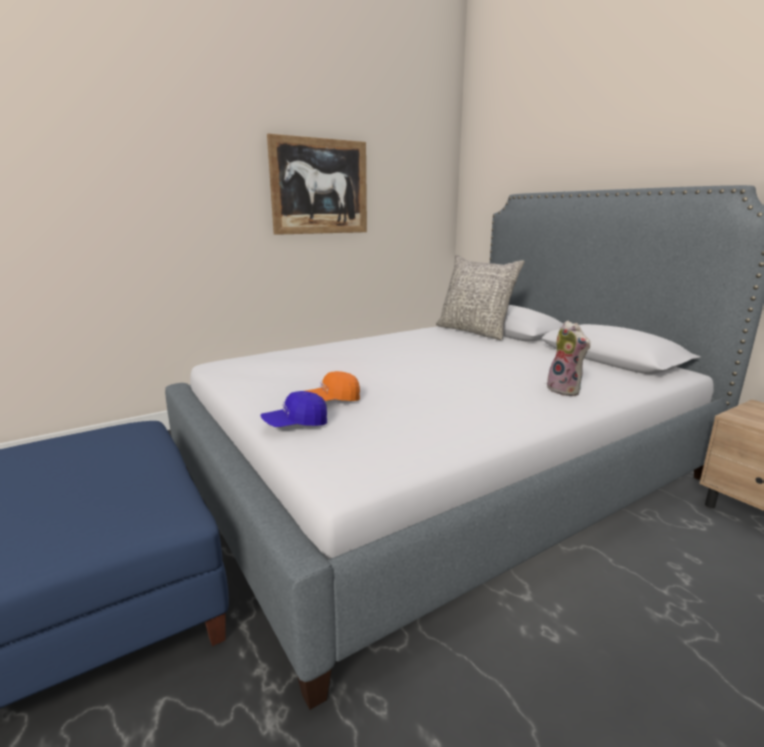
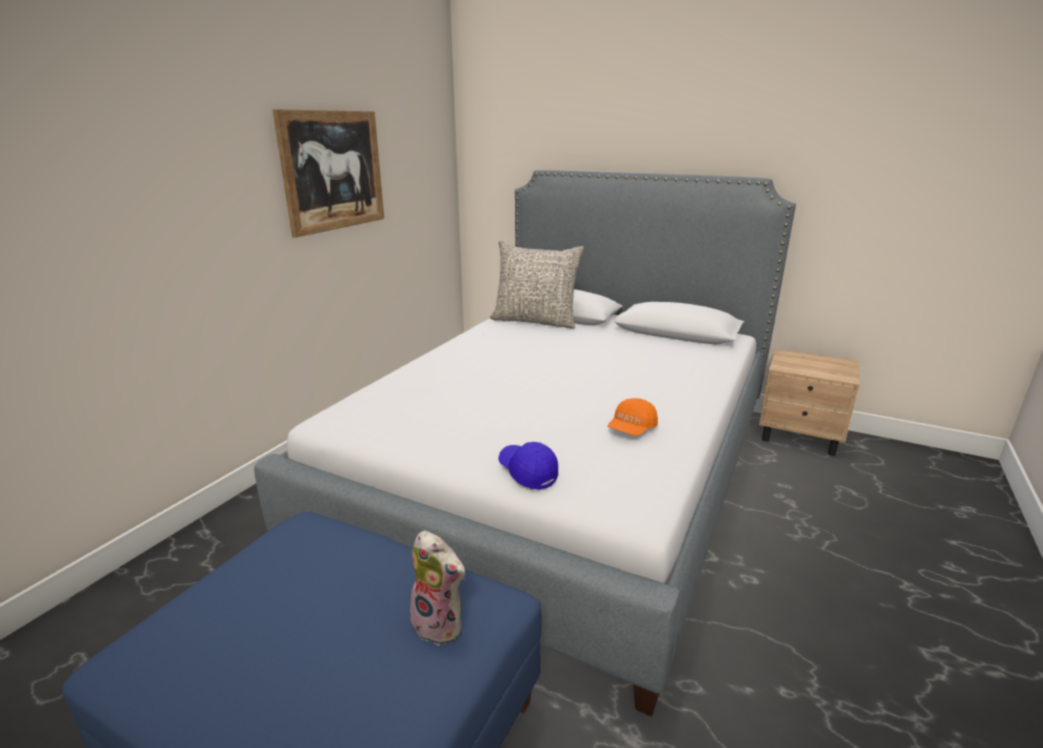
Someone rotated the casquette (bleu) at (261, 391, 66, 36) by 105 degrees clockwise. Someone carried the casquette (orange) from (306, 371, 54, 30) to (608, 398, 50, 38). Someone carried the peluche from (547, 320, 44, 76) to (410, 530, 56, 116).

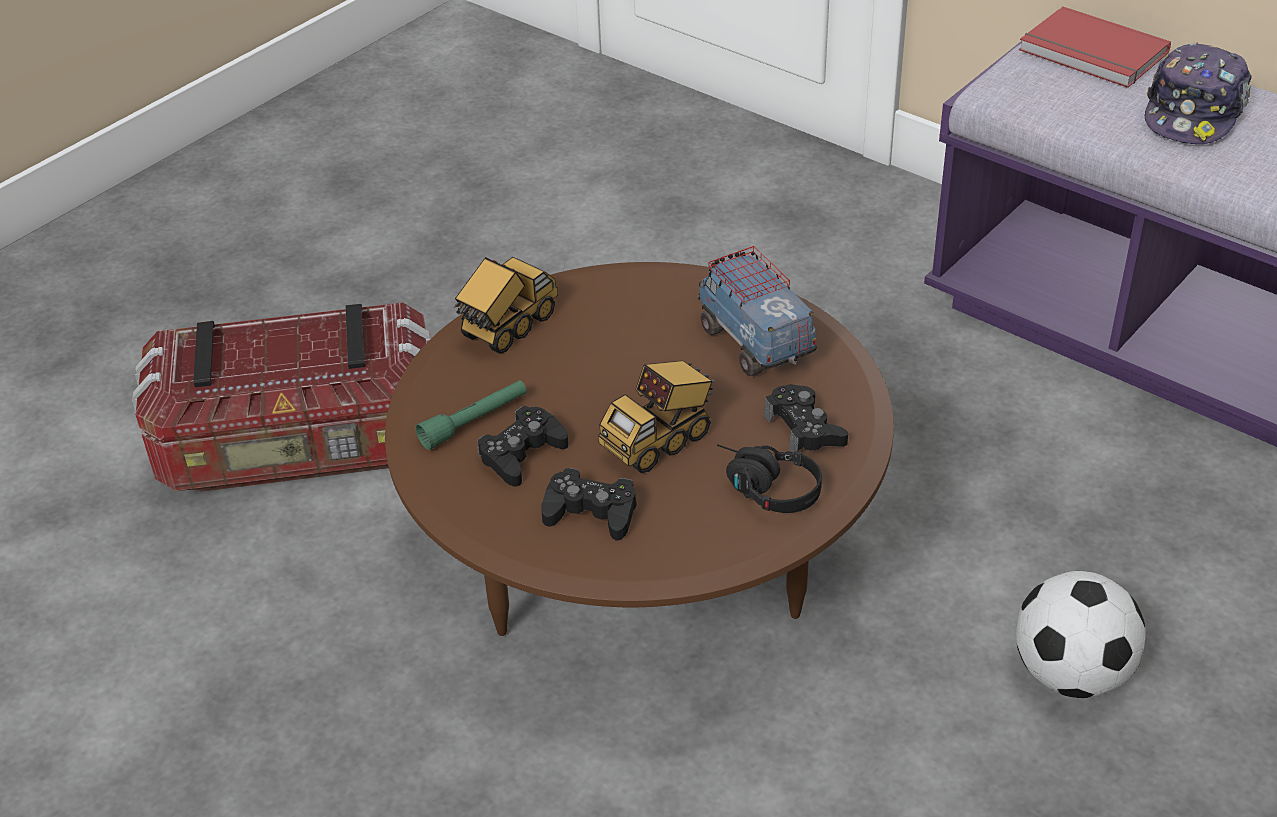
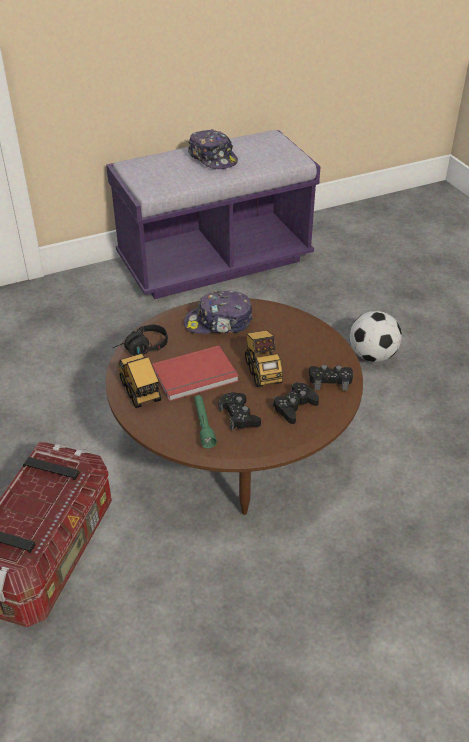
Someone swapped the camion jouet at (697, 246, 120, 130) for the casquette at (184, 291, 69, 43). Someone carried the casque audio (noir) from (717, 444, 105, 69) to (113, 325, 55, 30). Someone carried the manette (noir) from (764, 384, 84, 68) to (309, 365, 44, 26). Someone carried the livre (rouge) from (1019, 6, 152, 82) to (152, 346, 87, 56).

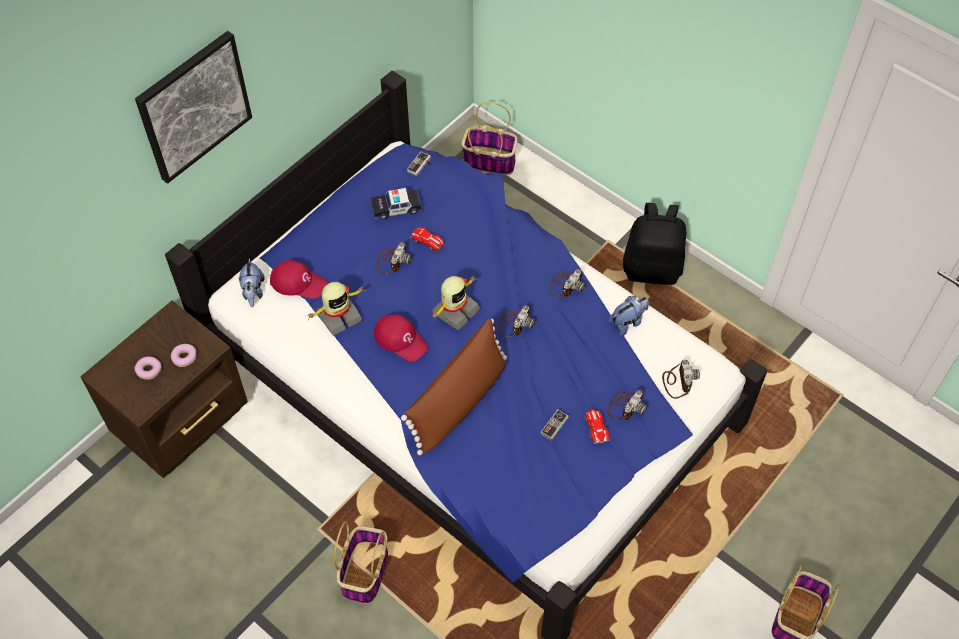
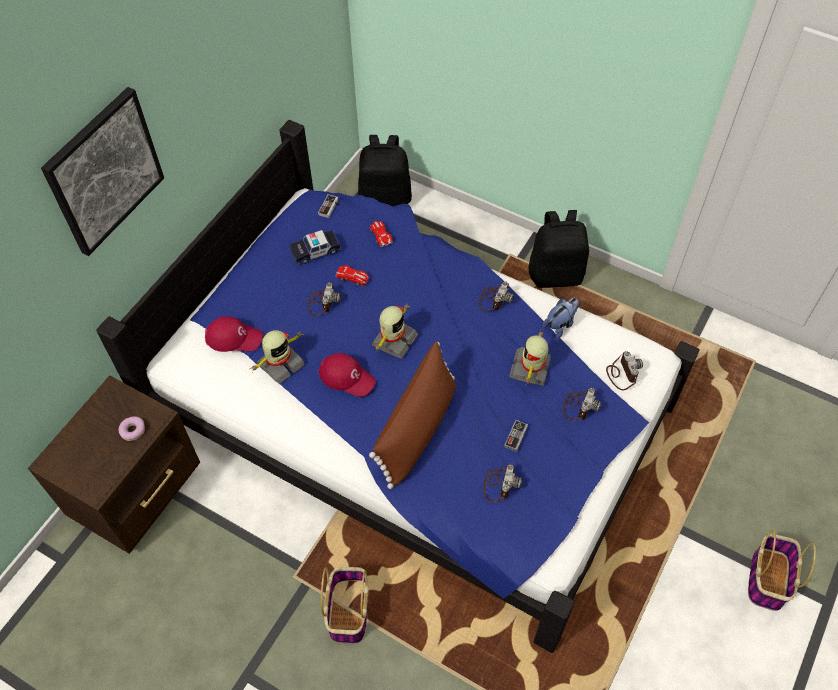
Someone took away the beignet at (135, 356, 26, 24). Someone took away the peluche at (239, 258, 26, 49). Someone swapped the panier at (462, 102, 55, 73) for the sac à dos (noir) at (358, 135, 54, 71). Someone carried the appareil photo from (498, 305, 37, 32) to (483, 464, 39, 38). Someone carried the petite voiture from (585, 408, 25, 36) to (370, 220, 23, 27). Someone put down the robot jouet at (509, 329, 42, 57).

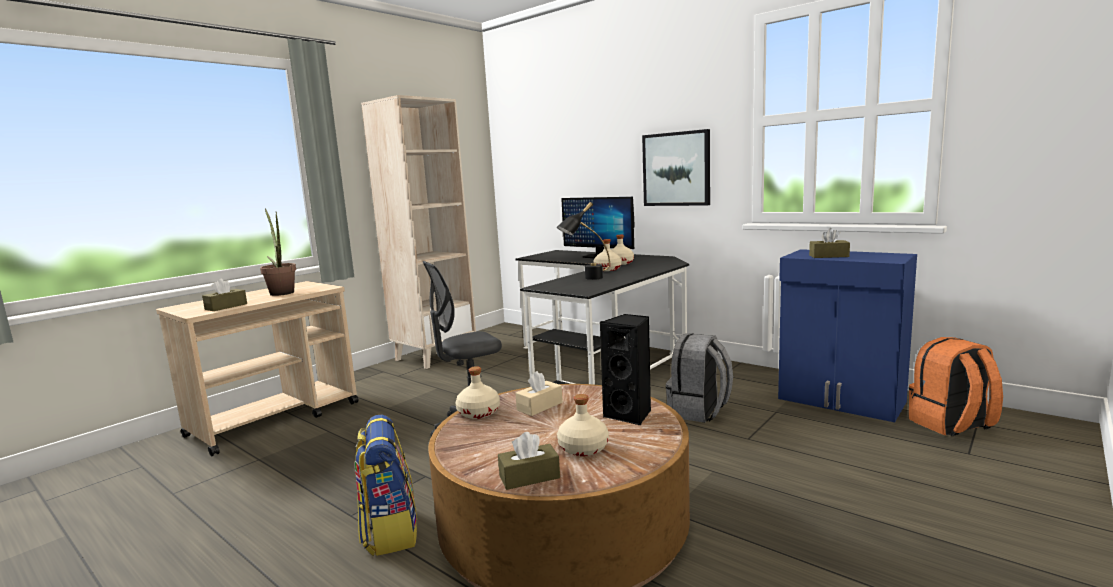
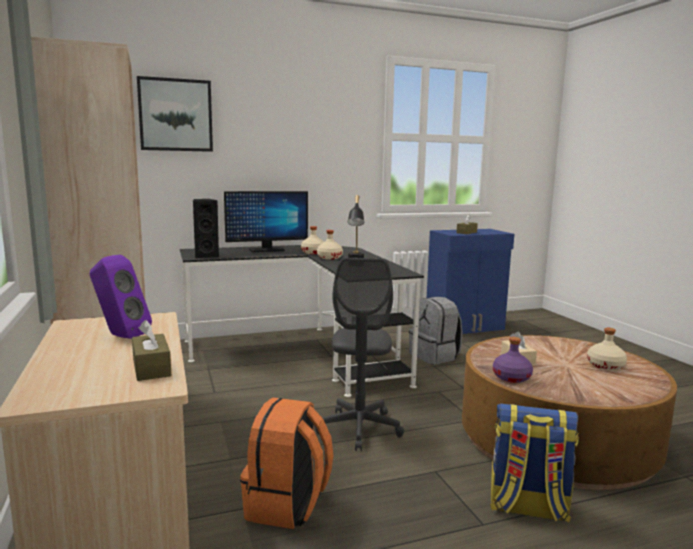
Someone swapped the plante en pot at (260, 209, 36, 87) for the enceinte (violet) at (90, 255, 62, 84). Someone repainted the bouteille (beige) at (456, 366, 44, 53), which became the bouteille (violet) at (493, 337, 40, 46). Someone took away the boîte à mouchoirs (marron) at (498, 432, 62, 58). Someone carried the enceinte (noir) from (600, 314, 51, 111) to (193, 199, 26, 59). Someone carried the tableau from (642, 129, 68, 77) to (137, 76, 76, 76). Someone carried the sac à dos (orange) from (909, 337, 94, 99) to (240, 397, 93, 132).

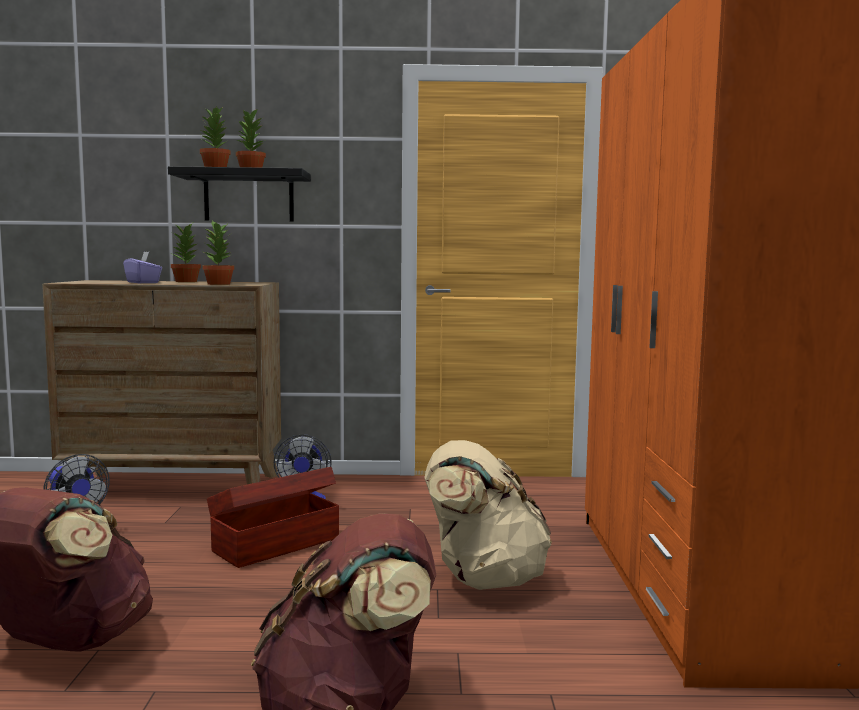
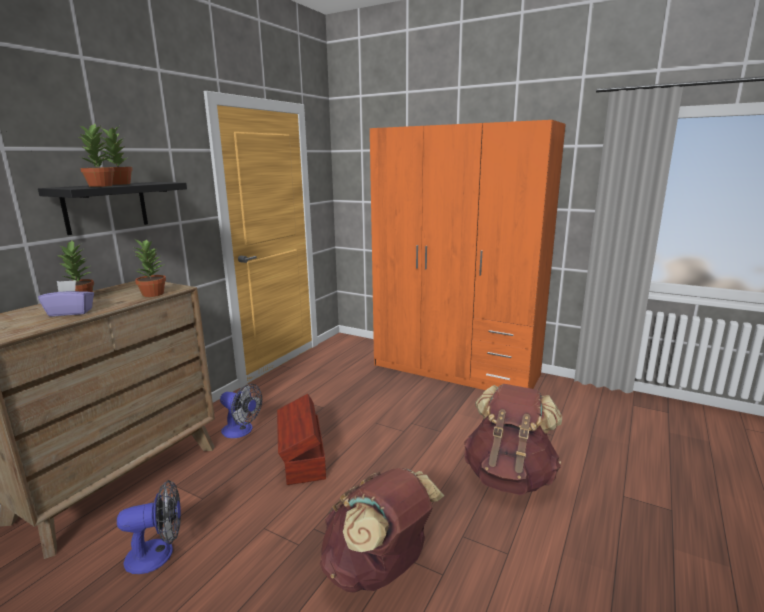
Someone took away the sac à dos (beige) at (425, 440, 127, 150).

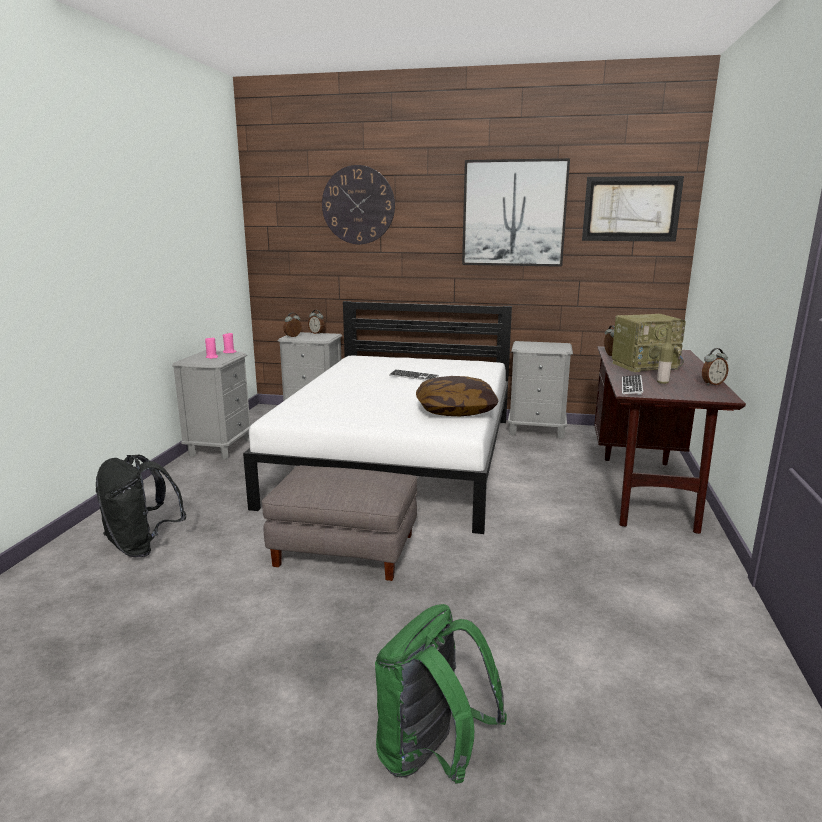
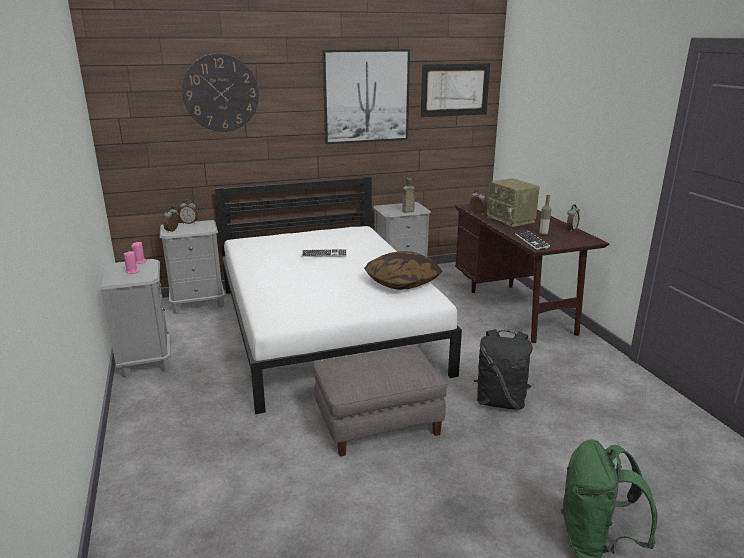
Someone carried the sac à dos (noir) from (96, 454, 90, 103) to (474, 329, 59, 81). Someone rotated the radio at (612, 314, 74, 58) by 105 degrees clockwise. Someone put down the bouteille (marron) at (402, 178, 13, 35).

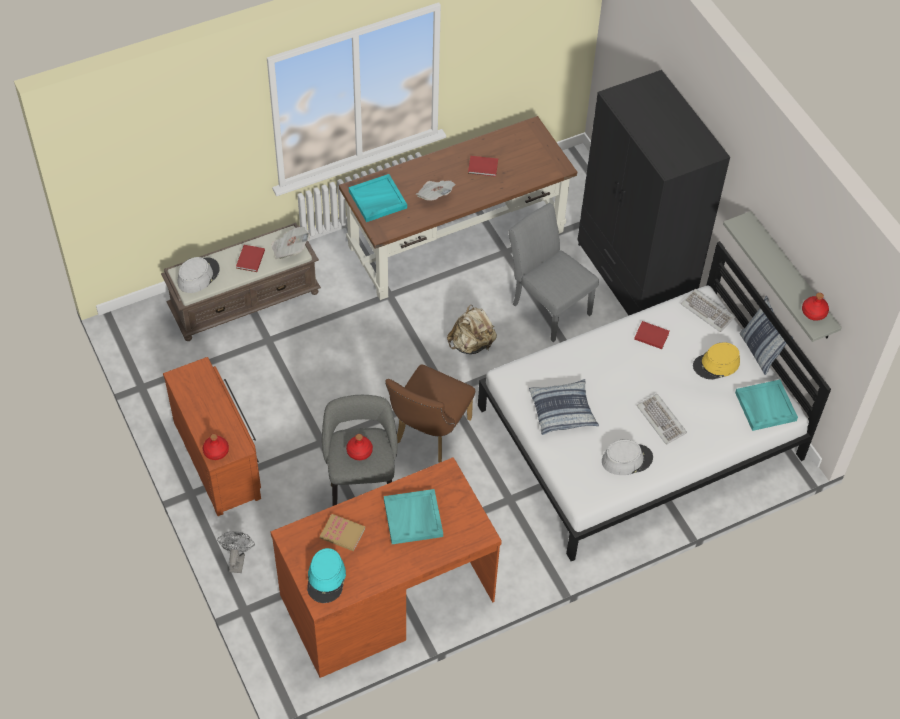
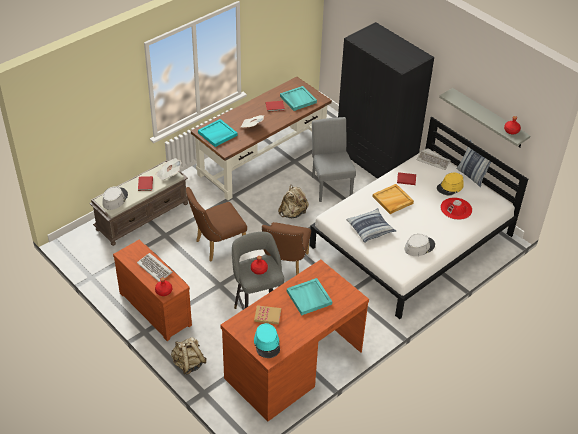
Someone swapped the ventilateur (gris) at (217, 531, 38, 42) for the sac à dos (beige) at (171, 337, 36, 37). Someone rotated the chaise (gris) at (508, 203, 91, 139) by 45 degrees clockwise. Someone carried the clavier from (637, 394, 50, 50) to (137, 253, 35, 29). Someone carried the plateau (turquoise) from (735, 380, 63, 51) to (280, 86, 37, 25). Someone put down the chaise (marron) at (186, 187, 61, 74). Someone put down the plateau (beige) at (373, 184, 41, 30). Someone put down the chapeau (rouge) at (441, 198, 31, 22).

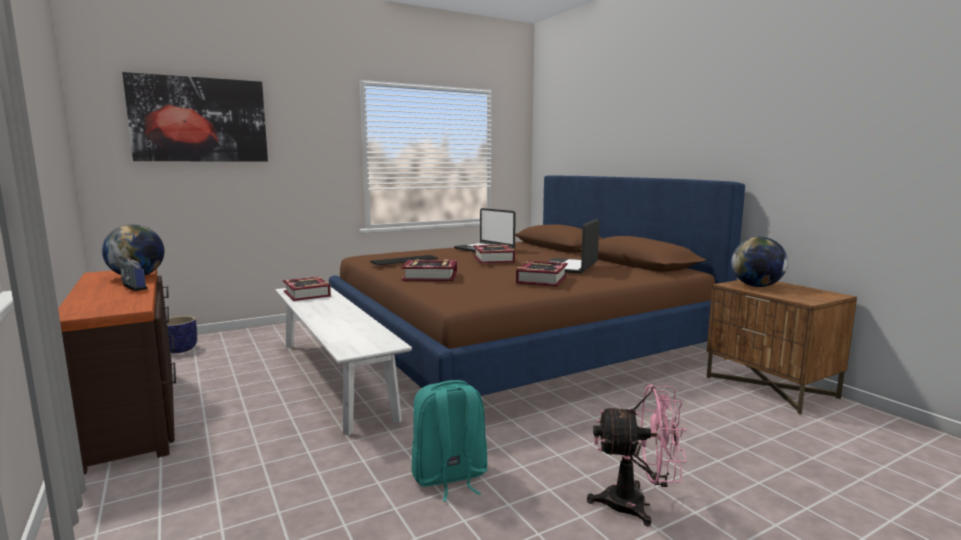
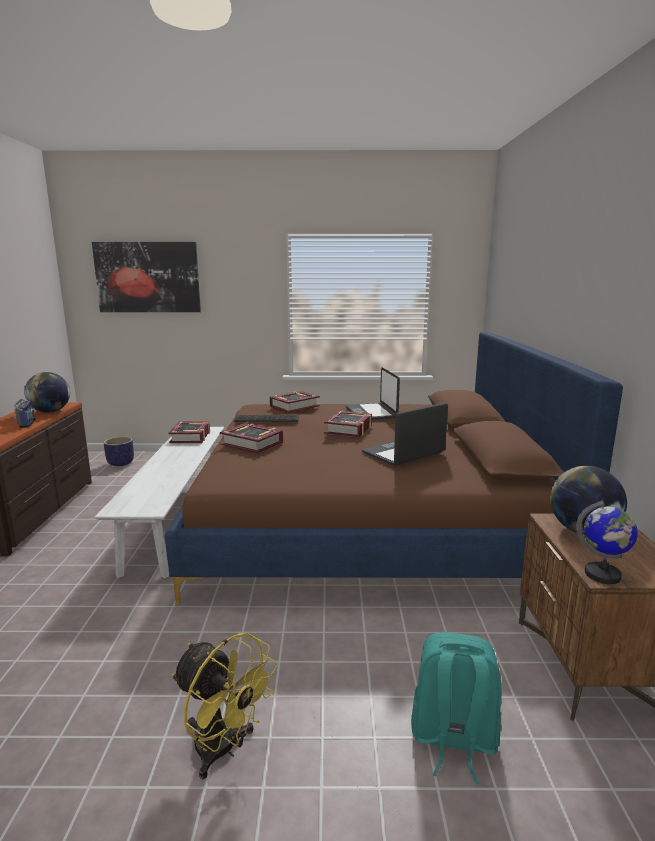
Someone carried the sac à dos (turquoise) from (411, 380, 77, 122) to (411, 632, 90, 152). Someone carried the livre from (516, 261, 52, 26) to (270, 391, 50, 22). Someone repainted the ventilateur (rose) at (587, 384, 100, 142), which became the ventilateur (jaune) at (172, 633, 106, 146). Someone put down the globe at (576, 501, 62, 83).

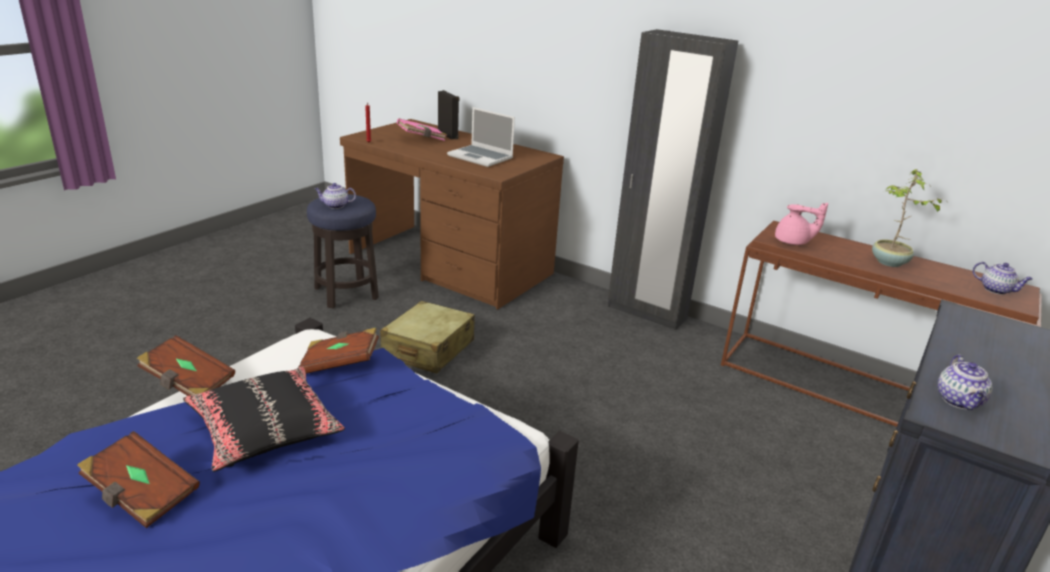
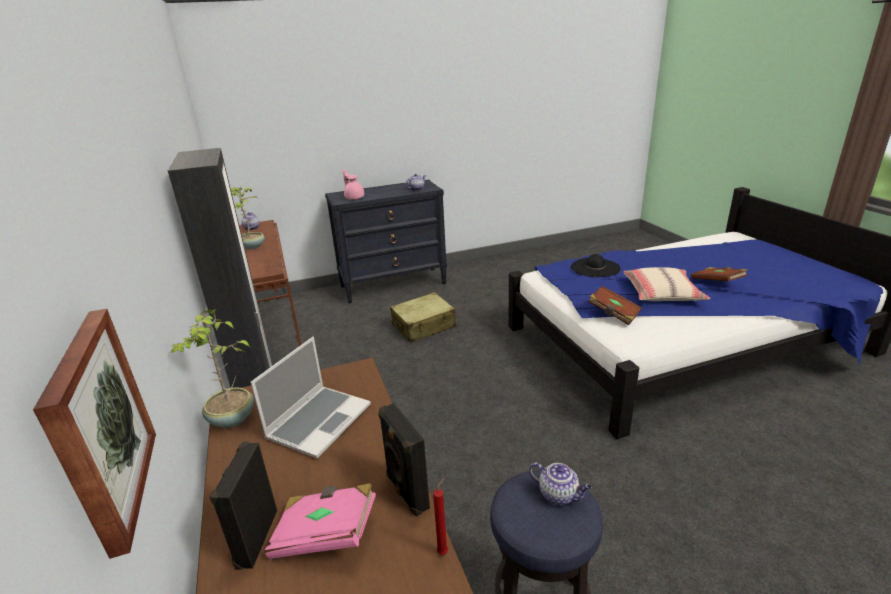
Someone took away the livre (marron) at (137, 335, 98, 61). Someone repainted the coussin (noir) at (183, 367, 162, 105), which became the coussin (beige) at (623, 267, 87, 34). Someone carried the valise (beige) from (380, 301, 95, 72) to (390, 292, 66, 51). Someone rotated the ordinateur portable at (447, 107, 68, 60) by 45 degrees clockwise. Someone carried the théière (rose) from (775, 203, 53, 42) to (343, 169, 21, 31). Someone put up the tableau at (33, 309, 123, 250). Someone put down the plante en pot at (171, 308, 83, 120). Someone put down the enceinte (noir) at (378, 403, 52, 113). Someone put down the chapeau (noir) at (571, 254, 50, 23).

